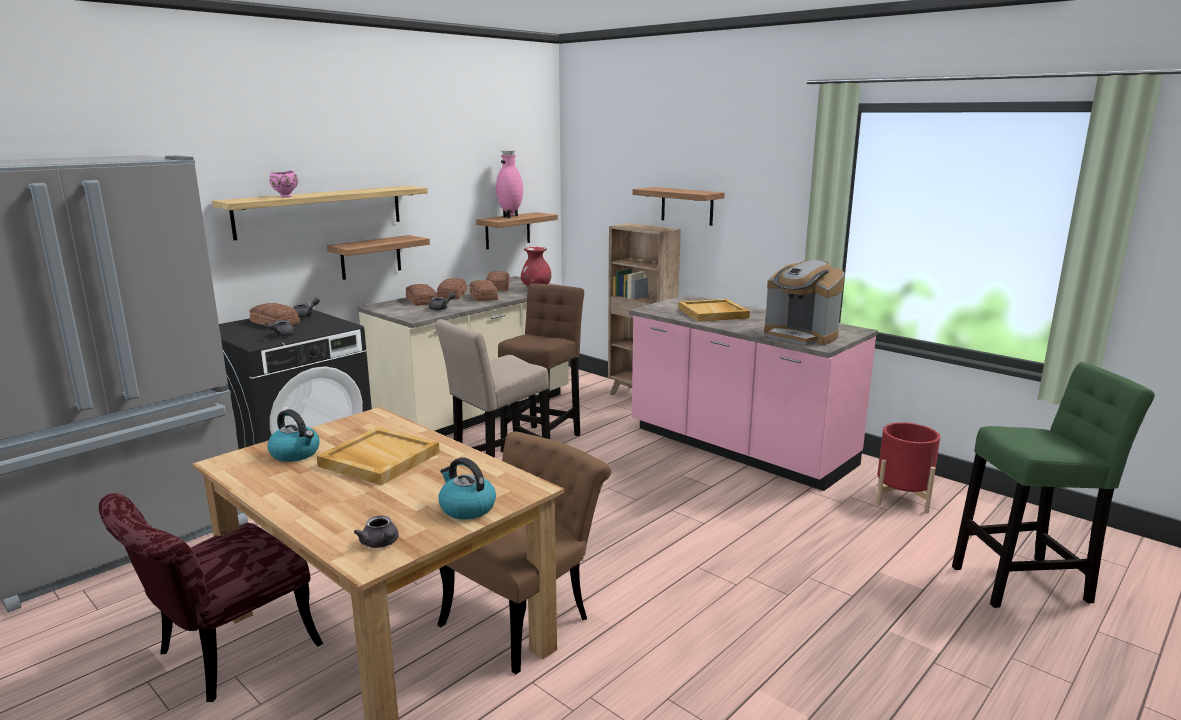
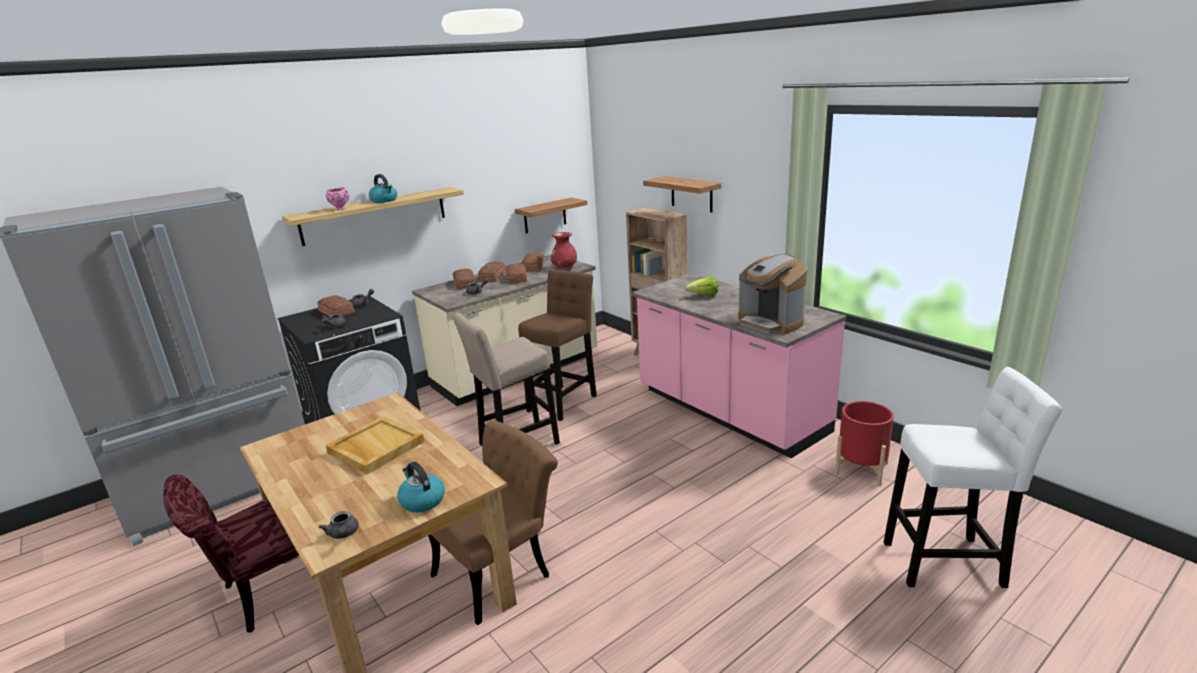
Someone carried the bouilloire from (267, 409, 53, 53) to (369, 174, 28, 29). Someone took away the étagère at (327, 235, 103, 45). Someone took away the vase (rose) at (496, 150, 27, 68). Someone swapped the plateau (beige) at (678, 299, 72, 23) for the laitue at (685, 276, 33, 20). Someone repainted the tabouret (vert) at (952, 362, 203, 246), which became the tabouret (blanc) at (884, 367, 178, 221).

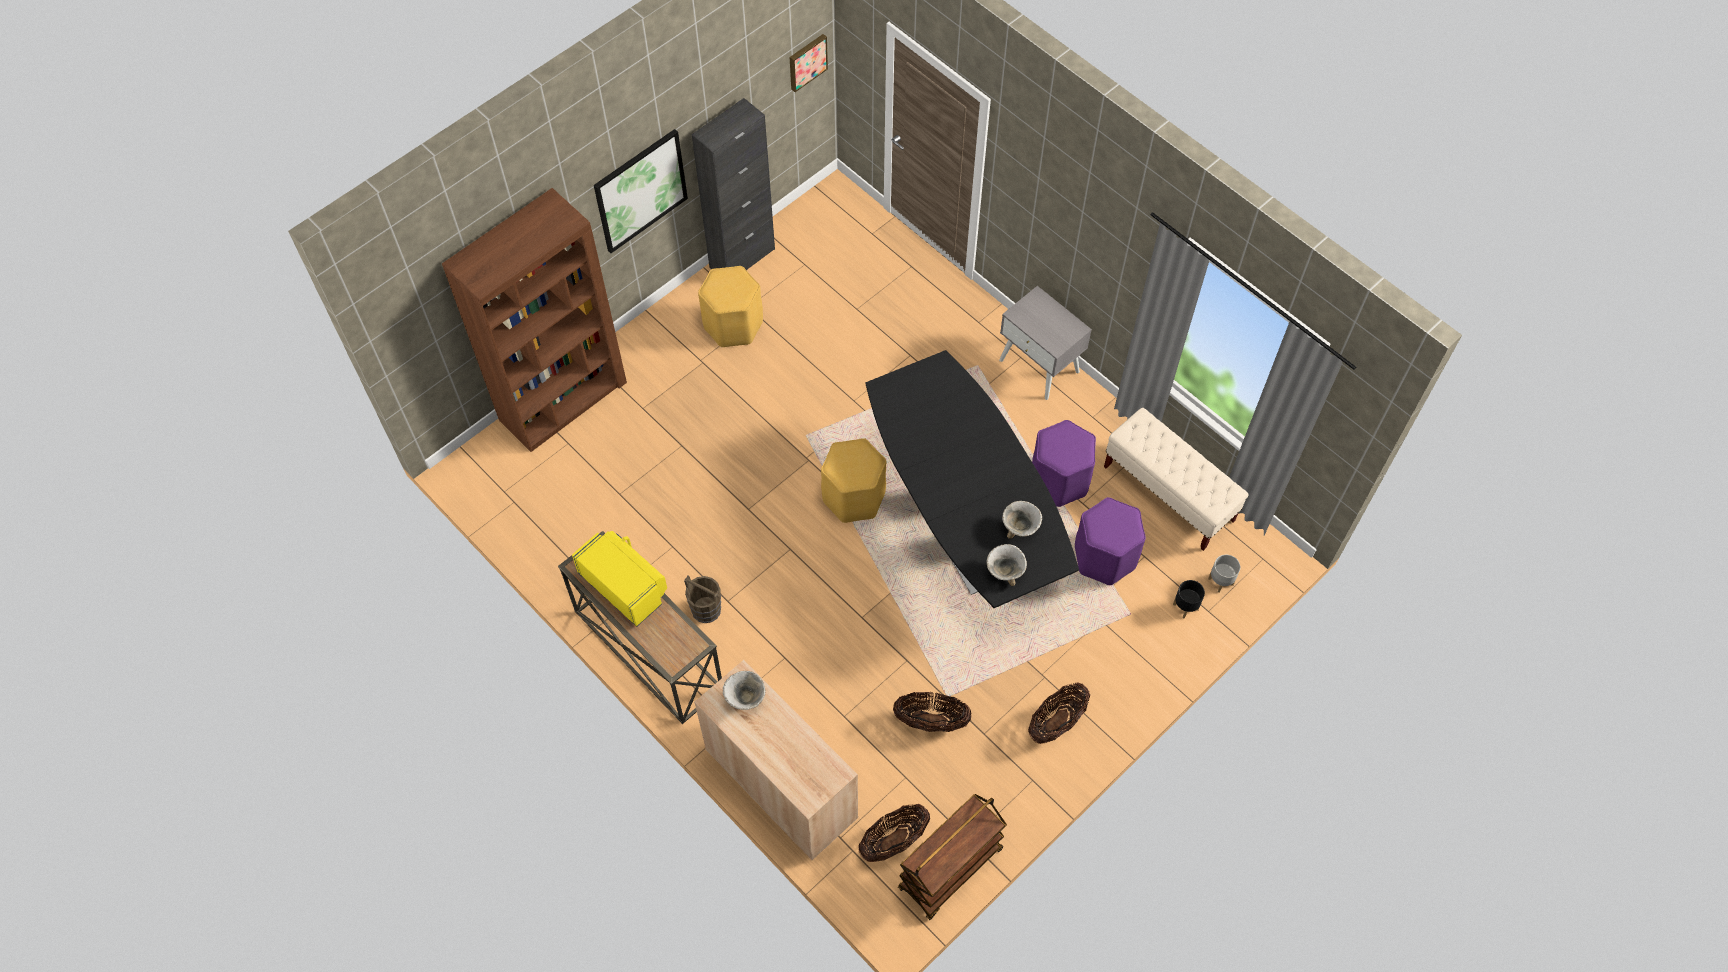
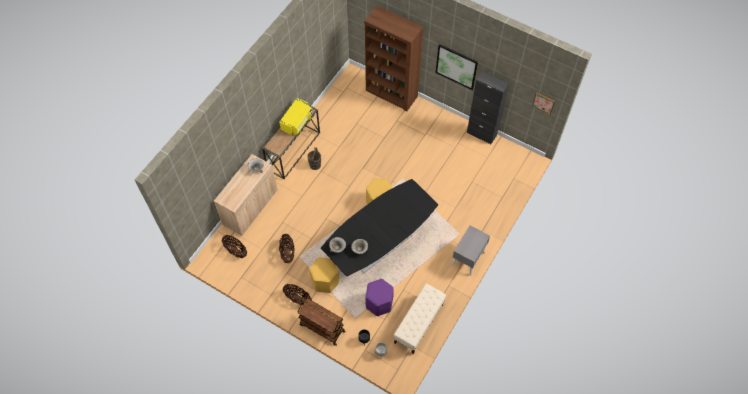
Someone carried the tabouret (jaune) from (698, 266, 65, 81) to (309, 257, 30, 36). Someone carried the chariot (marron) from (898, 794, 109, 126) to (297, 298, 49, 48). Someone took away the tabouret (violet) at (1032, 420, 64, 87).

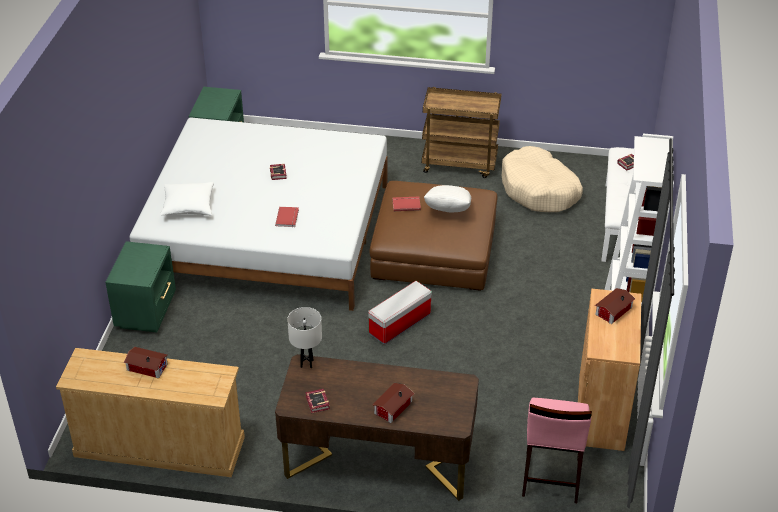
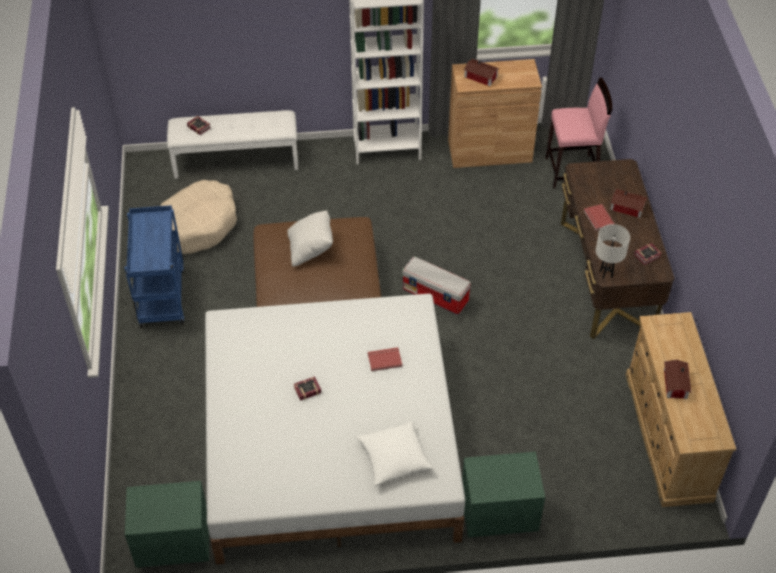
Someone carried the livre (rouge) from (392, 196, 29, 15) to (584, 204, 30, 27). Someone repainted the chariot (marron) at (422, 87, 80, 91), which became the chariot (bleu) at (125, 205, 59, 123).

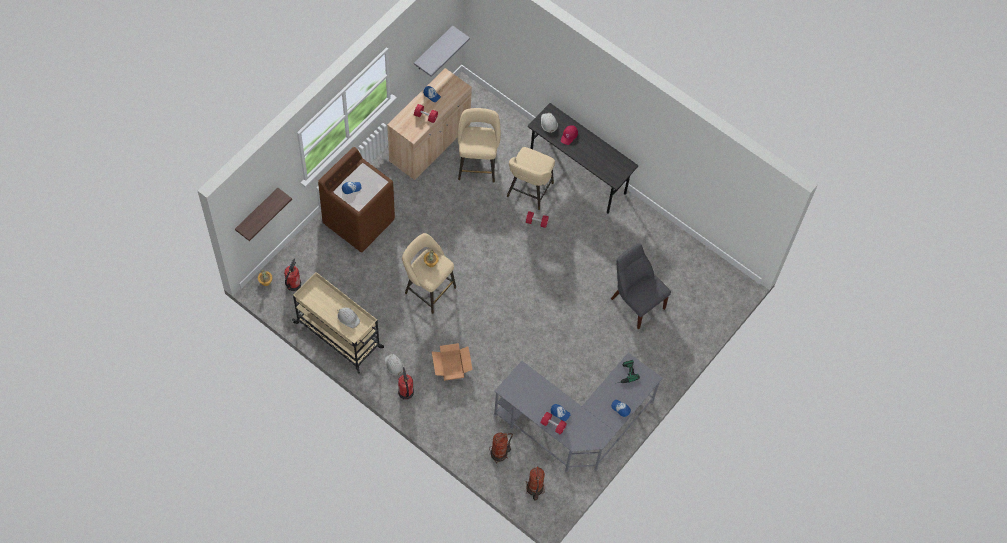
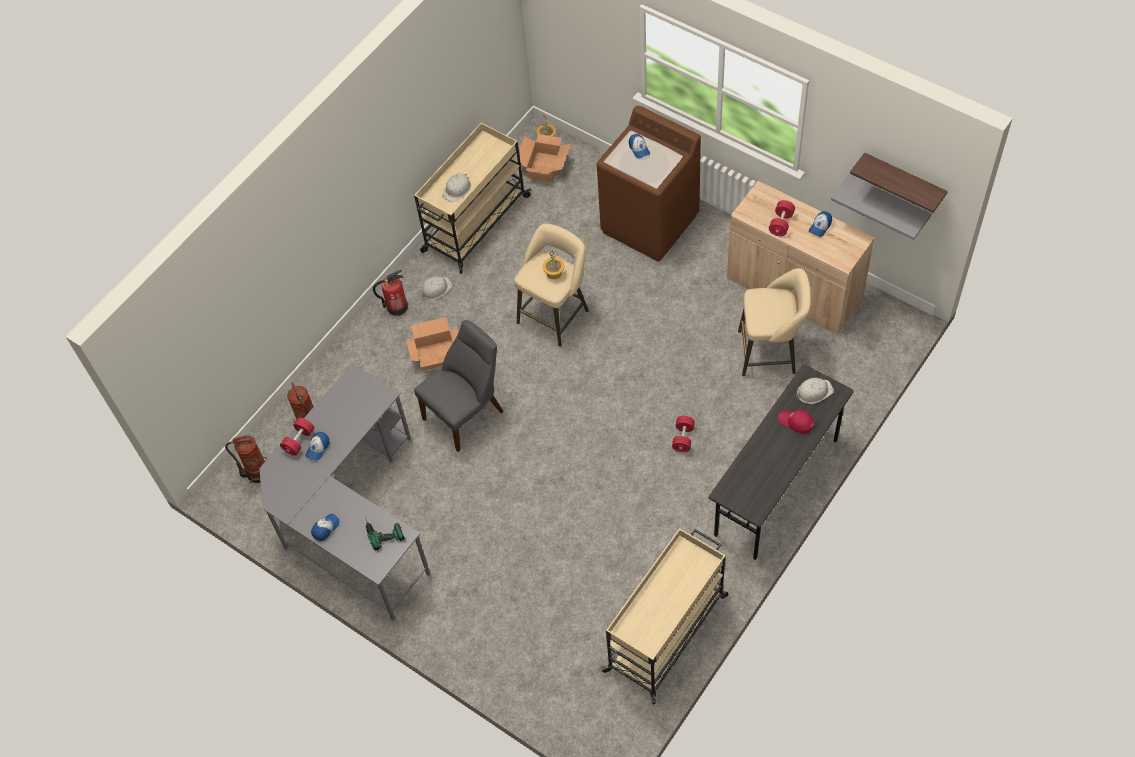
Someone carried the étagère from (235, 188, 57, 53) to (850, 152, 98, 61). Someone swapped the extincteur at (284, 258, 17, 33) for the carton at (515, 134, 56, 48). Someone took away the tabouret (beige) at (507, 147, 48, 63). Someone carried the chaise (gris) from (611, 243, 60, 86) to (414, 320, 90, 132). Someone put down the chariot (beige) at (600, 528, 129, 176).

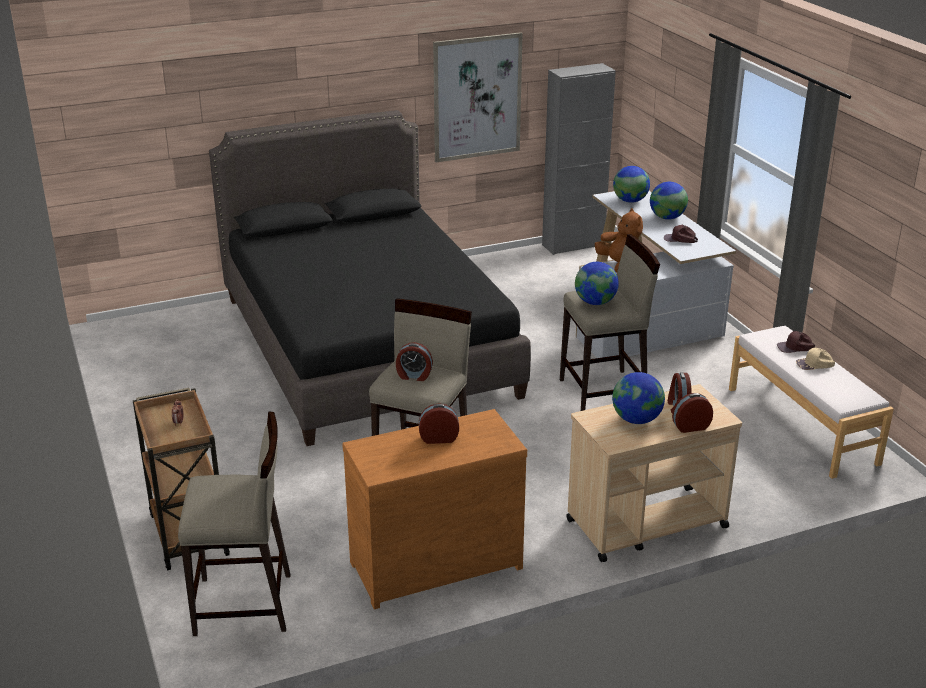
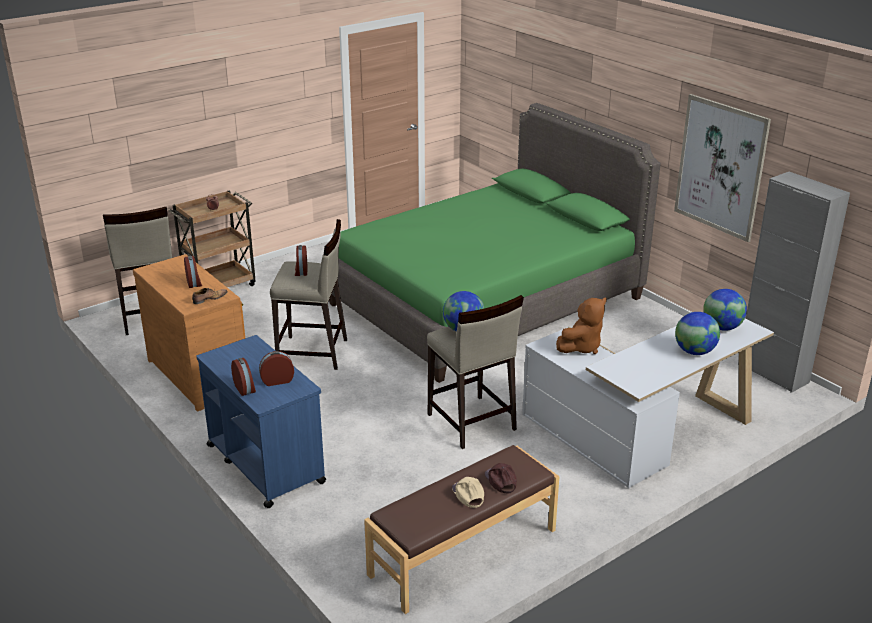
Someone repainted the lit (noir) at (209, 110, 322, 336), which became the lit (vert) at (329, 103, 332, 280). Someone repainted the chariot (beige) at (566, 384, 176, 178), which became the chariot (bleu) at (196, 335, 130, 173). Someone took away the globe at (612, 372, 53, 52). Someone took away the casquette (marron) at (664, 225, 34, 18). Someone repainted the banc (blanc) at (729, 326, 165, 153), which became the banc (marron) at (364, 445, 195, 169). Someone put down the chaussure at (192, 288, 36, 16).

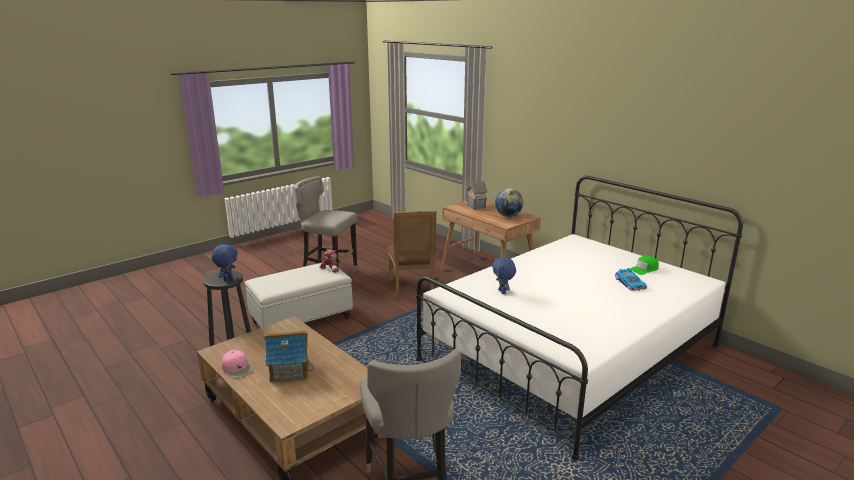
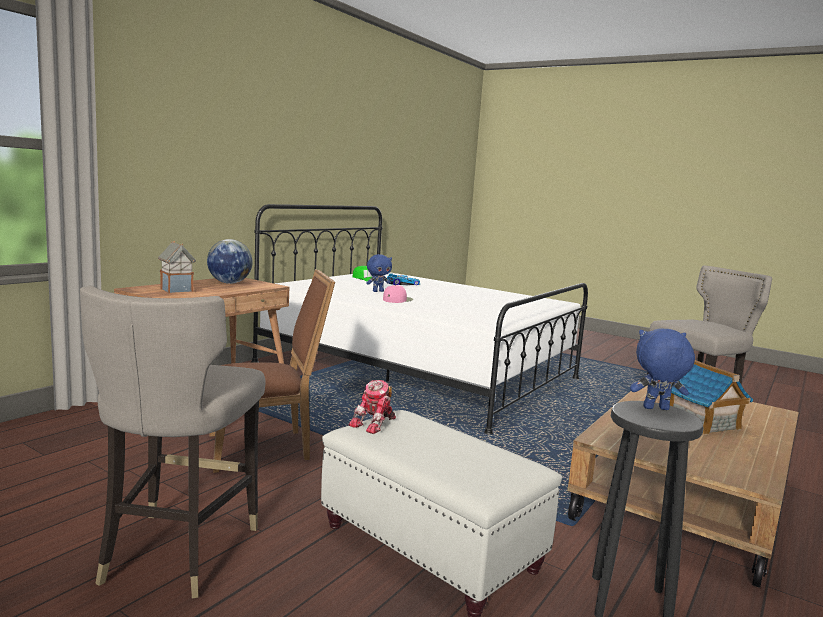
Someone carried the casquette (rose) from (222, 350, 32, 28) to (383, 285, 30, 18). Someone carried the peluche (bleu) from (492, 257, 24, 37) to (366, 254, 26, 38).

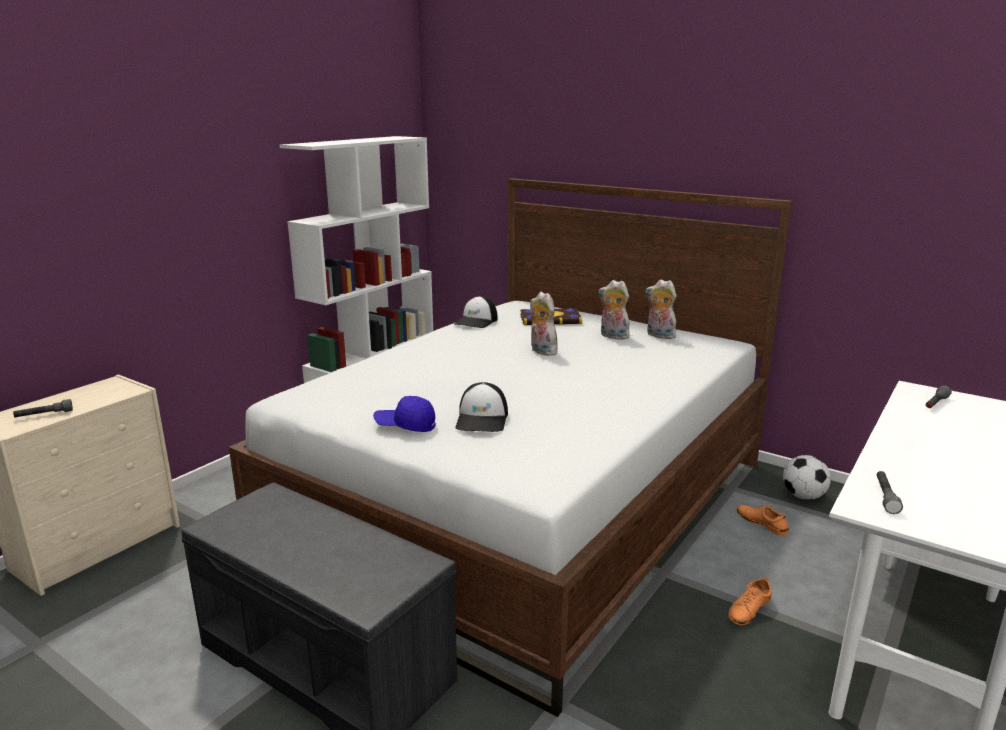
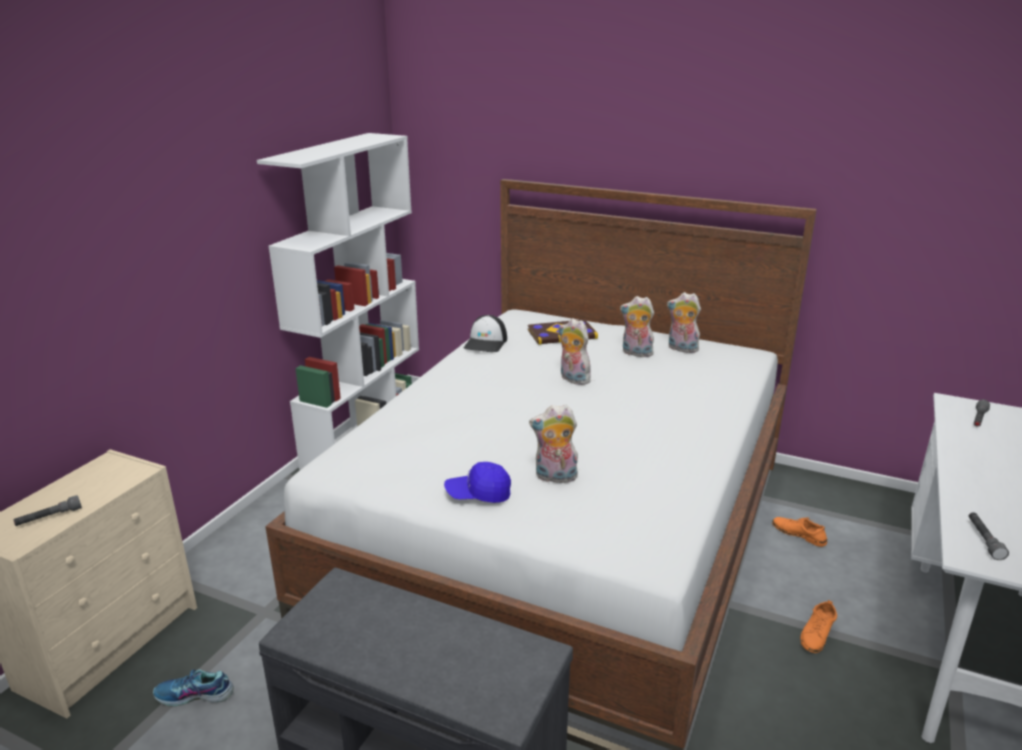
Someone swapped the casquette at (455, 382, 53, 50) for the peluche at (529, 405, 49, 78). Someone took away the ballon de foot at (783, 455, 48, 45). Someone put down the chaussure at (153, 669, 81, 37).

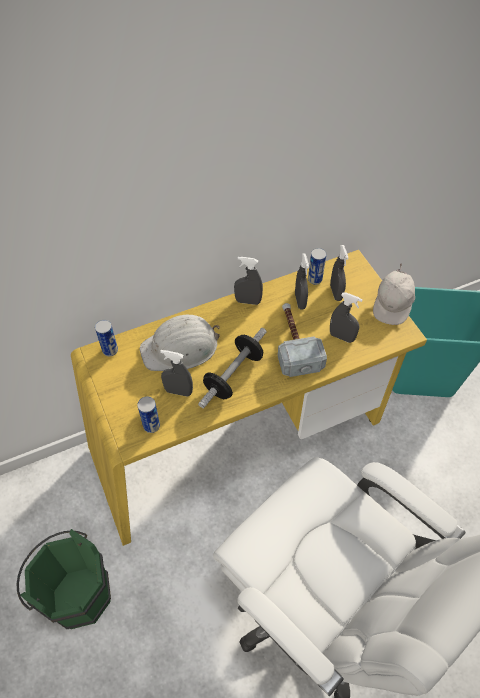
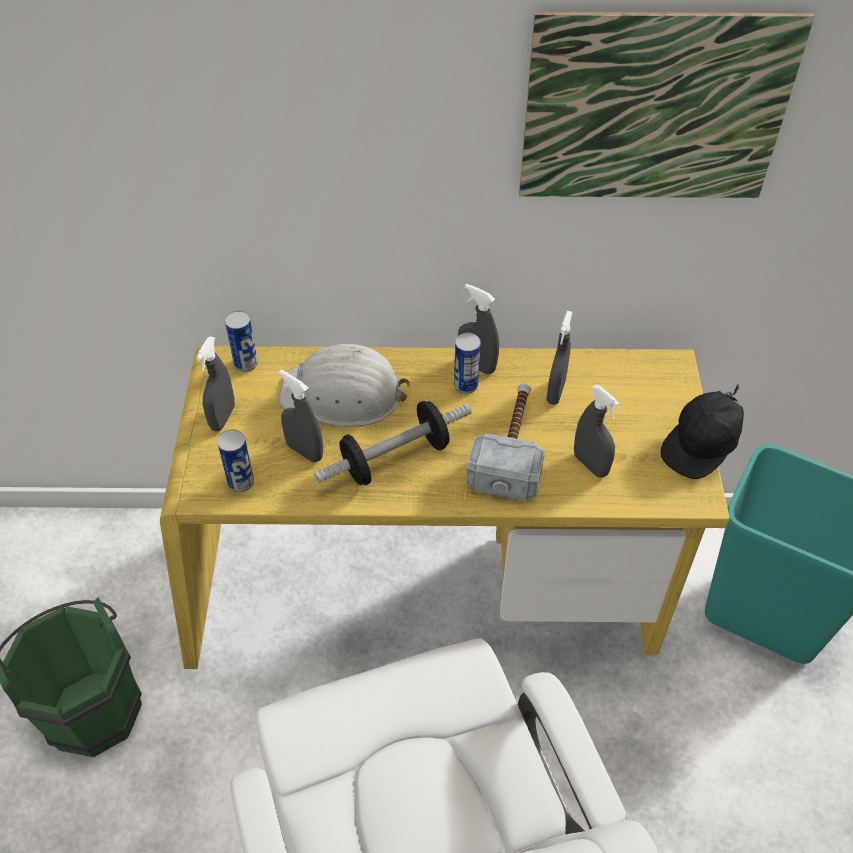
Someone carried the boîte métallique from (308, 248, 18, 37) to (454, 333, 27, 61). Someone carried the vaporisateur (gris) from (330, 245, 19, 56) to (196, 337, 39, 94). Someone repainted the casquette (blanc) at (373, 263, 42, 62), which became the casquette (noir) at (661, 384, 83, 95). Someone put up the tableau at (519, 12, 296, 186).

